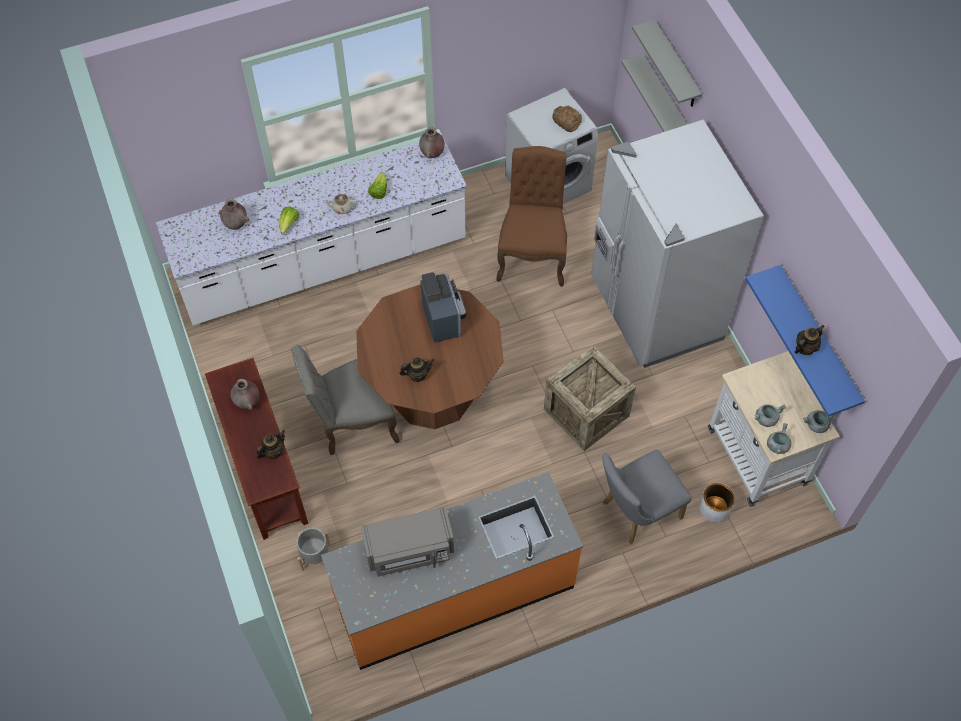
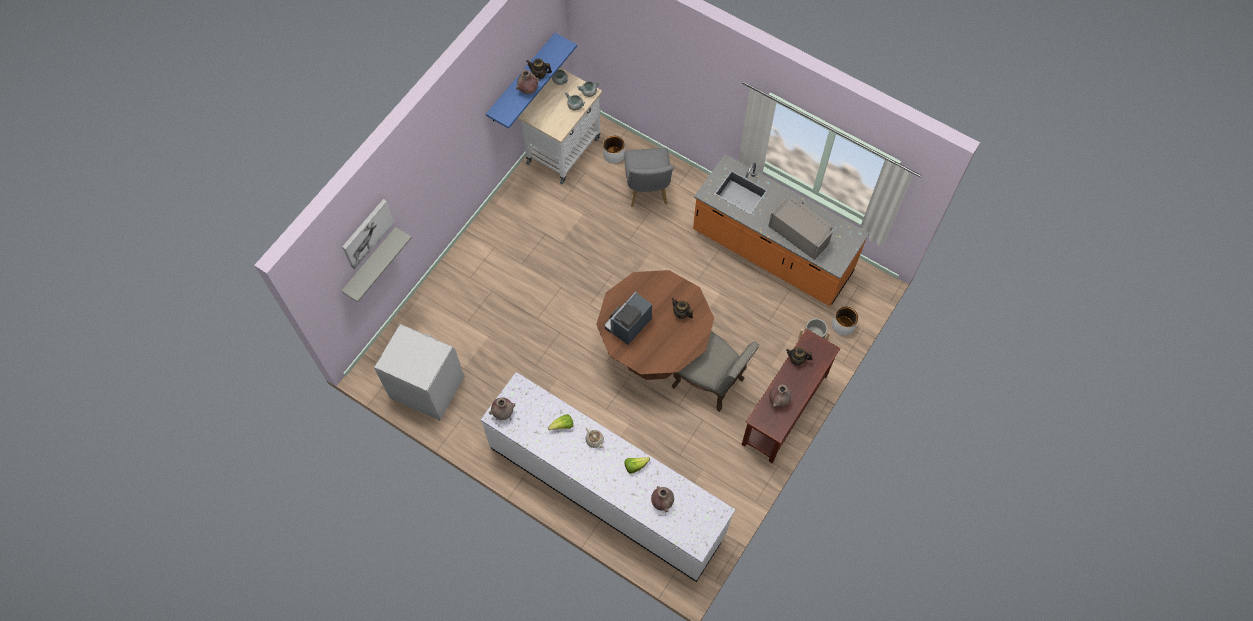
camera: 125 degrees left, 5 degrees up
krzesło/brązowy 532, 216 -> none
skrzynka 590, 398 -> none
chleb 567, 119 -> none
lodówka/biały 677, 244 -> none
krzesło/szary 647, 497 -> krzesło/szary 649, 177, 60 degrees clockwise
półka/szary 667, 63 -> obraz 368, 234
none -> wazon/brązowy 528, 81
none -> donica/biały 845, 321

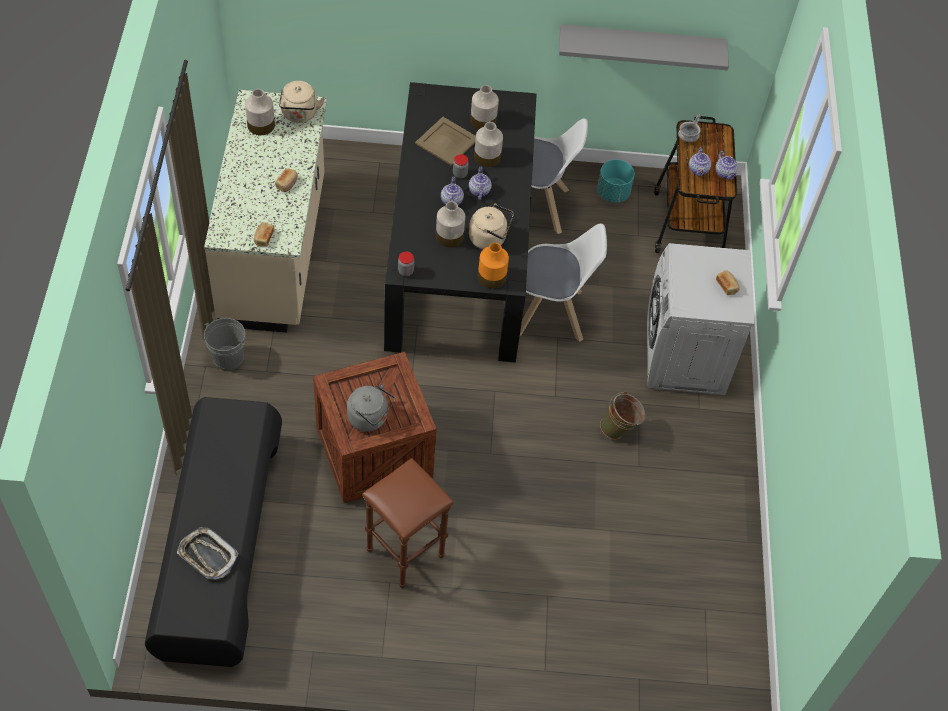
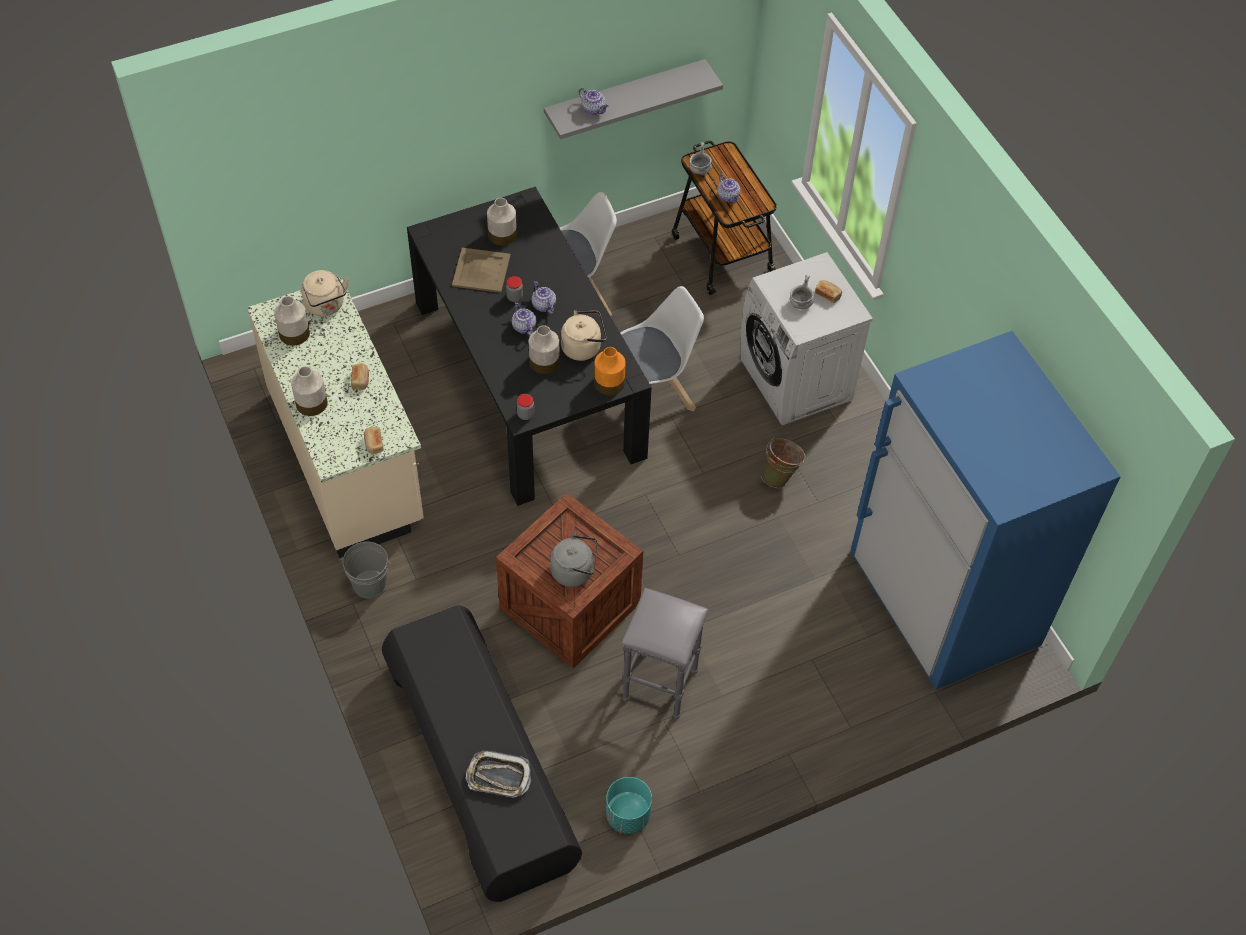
camera: 25 degrees left, 0 degrees up
stołek/brązowy 408, 523 -> stołek/szary 664, 653
wazon/beżowy 488, 144 -> wazon/beżowy 309, 391, moved
donica/turkusowy 616, 181 -> donica/turkusowy 629, 805, moved
imbryk 726, 165 -> imbryk 593, 101, moved
none -> miska/szary 802, 292
none -> lodówka/niebieski 985, 510

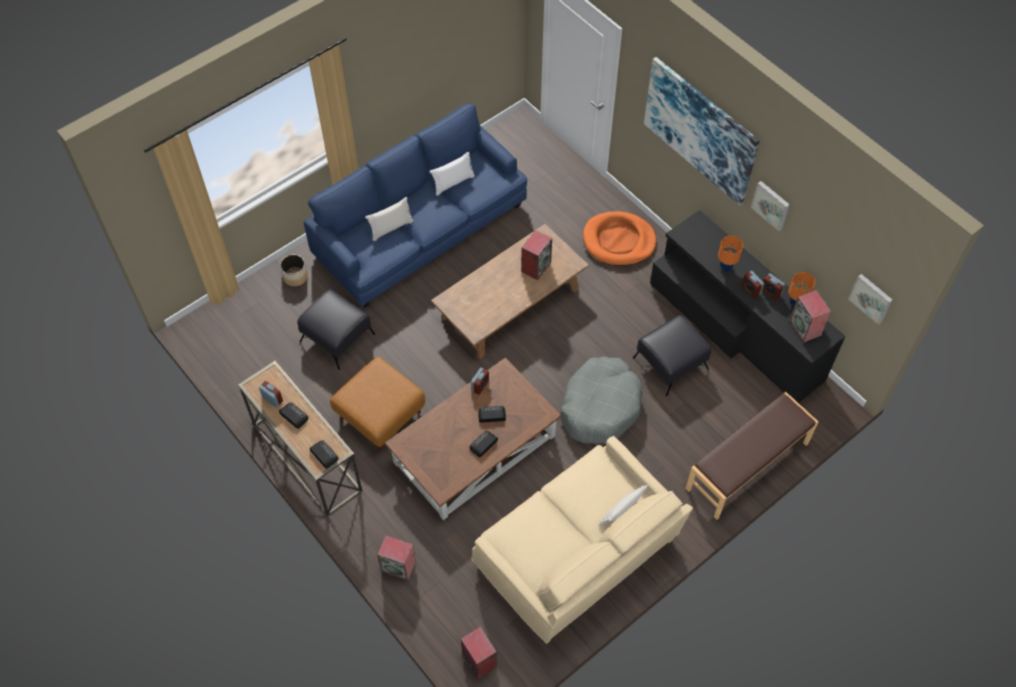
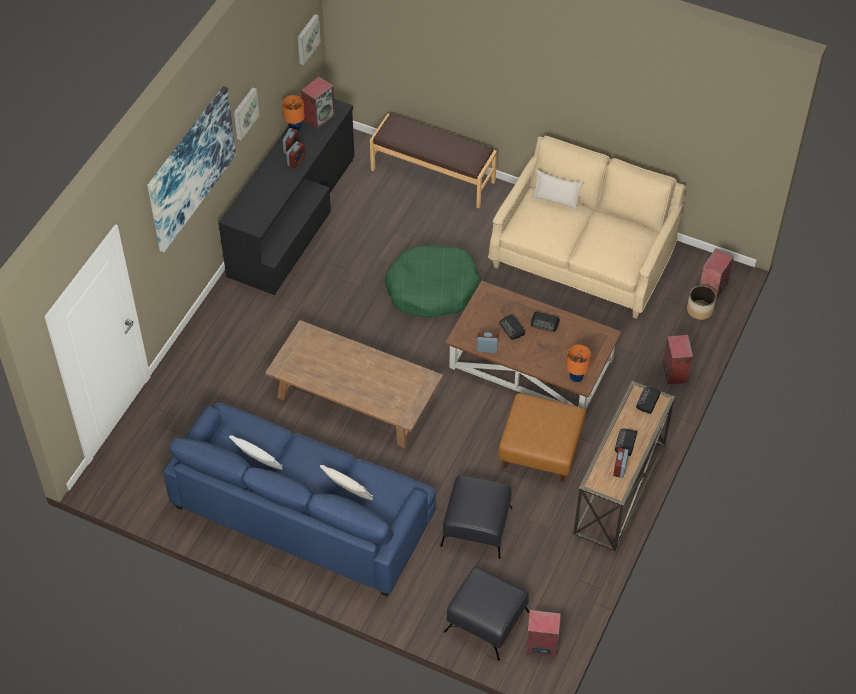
camera: 115 degrees left, 5 degrees down
donica 294, 270 -> donica 701, 303, moved
głośnik 536, 255 -> głośnik 543, 633, moved
legowisko/szary 601, 400 -> legowisko/zielony 433, 280
legowisko/pomarańczowy 619, 238 -> none
pufa/czarny 672, 355 -> pufa/czarny 486, 613, moved
lampa stołowa/pomarańczowy 730, 253 -> lampa stołowa/pomarańczowy 578, 363, moved

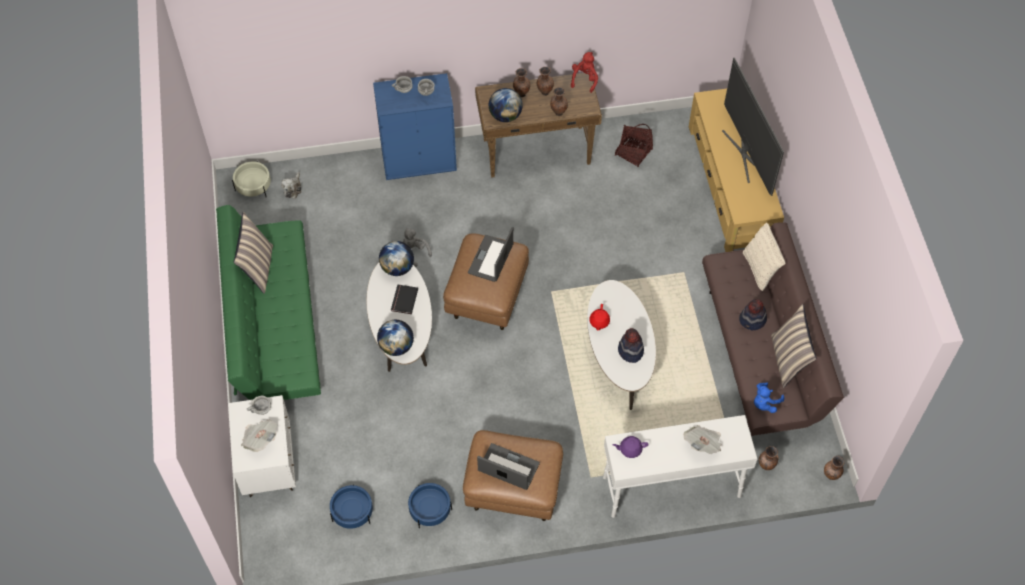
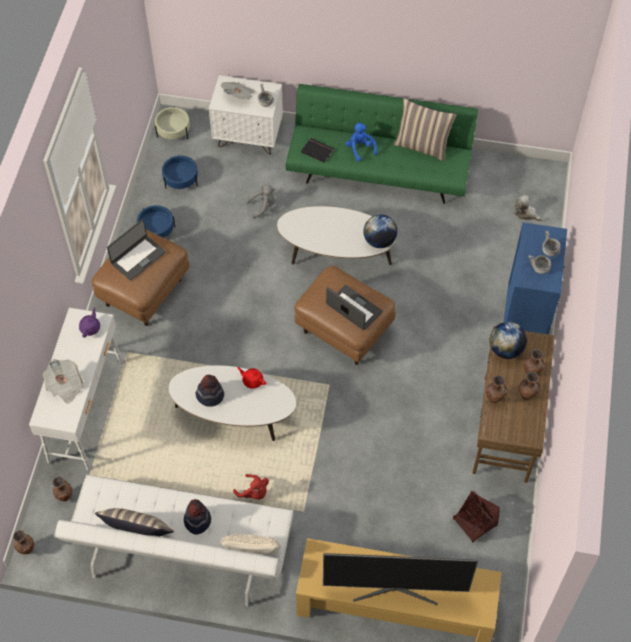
camera: 110 degrees right, 0 degrees up
donica/beżowy 251, 179 -> donica/beżowy 172, 123, moved
globus 395, 338 -> none
książka/czarny 404, 299 -> książka/czarny 317, 150, moved
pluszak/szary 417, 247 -> pluszak/szary 261, 202, moved
pluszak/czerwony 584, 72 -> pluszak/czerwony 251, 487, moved
kanapa/brązowy 773, 329 -> kanapa/biały 174, 540
pluszak/niebieski 769, 397 -> pluszak/niebieski 361, 142, moved

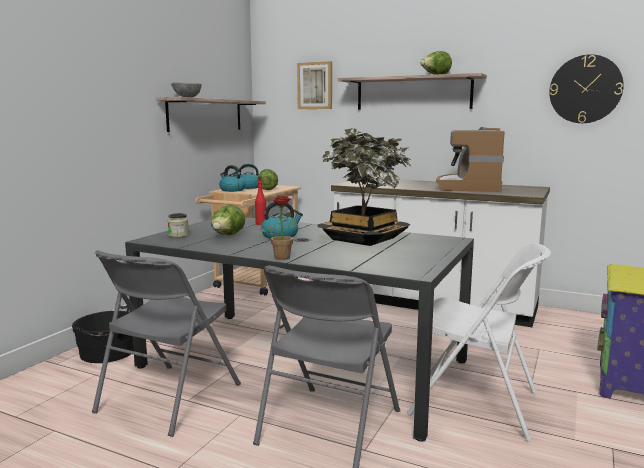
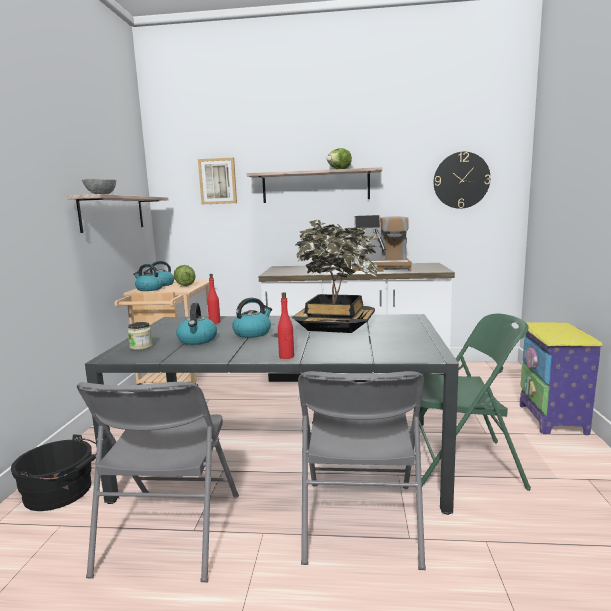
camera: 20 degrees left, 0 degrees up
sałata 228, 220 -> czajnik 196, 324
roślina doniczkowa 277, 228 -> butelka/czerwony 286, 325
krzesło/biały 479, 343 -> krzesło/zielony 470, 402
ekspres do kawy 470, 159 -> ekspres do kawy 382, 243, 75 degrees counterclockwise

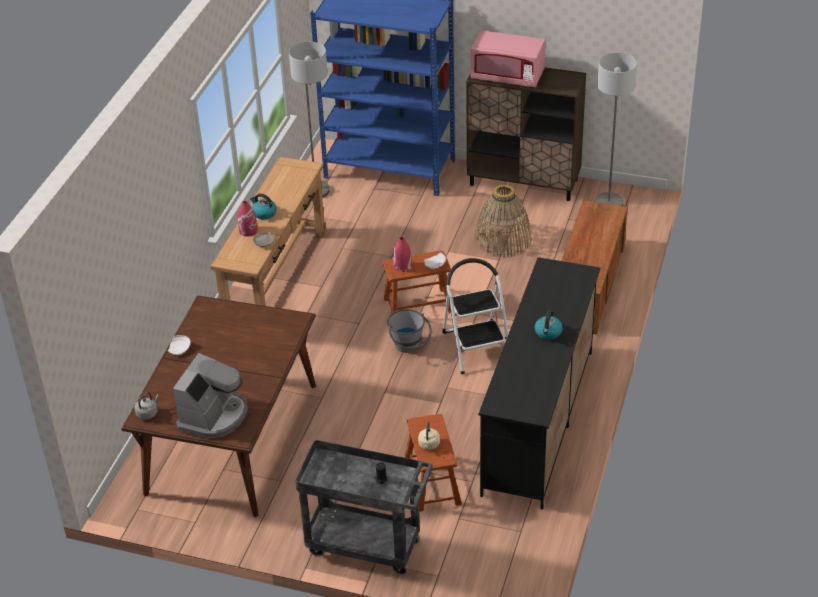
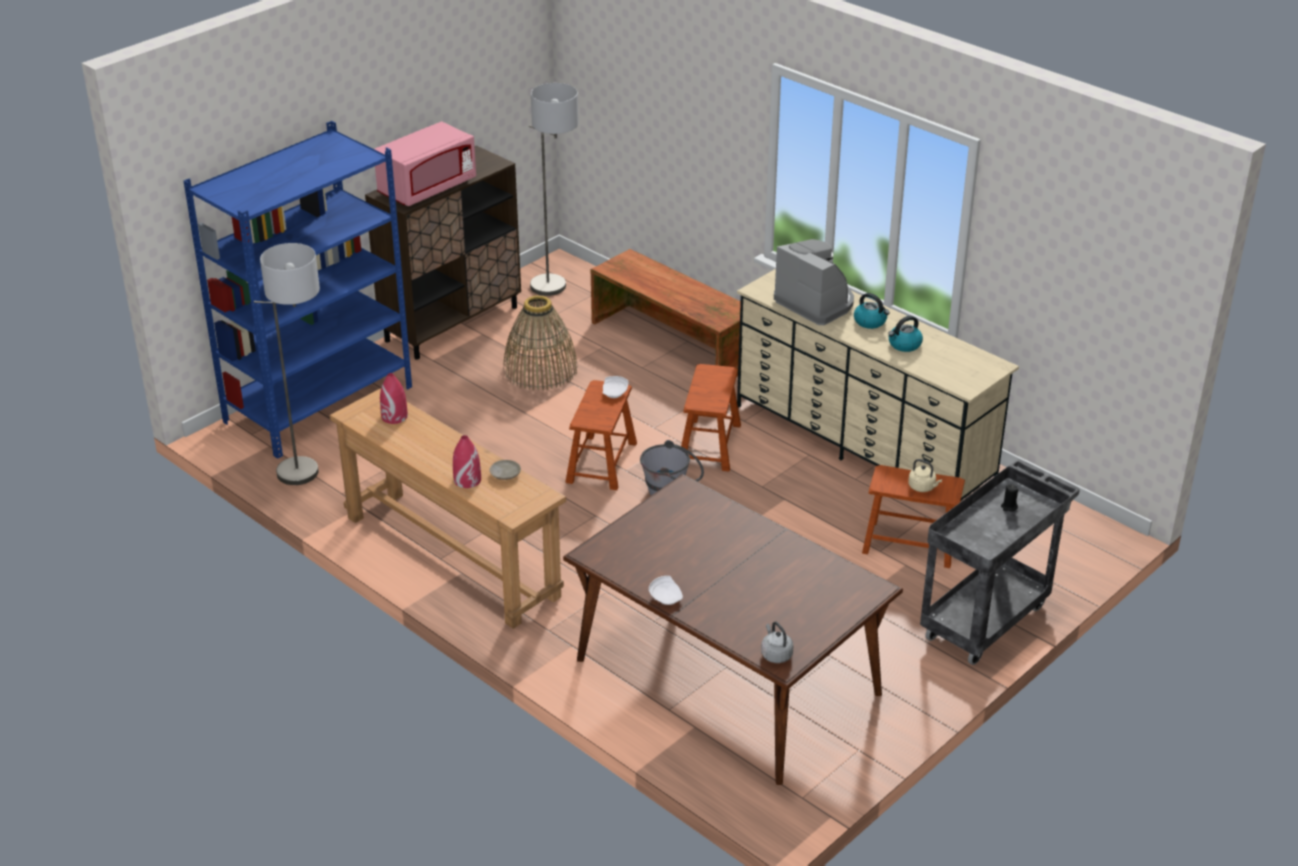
camera: 65 degrees left, 5 degrees down
ekspres do kawy 210, 395 -> ekspres do kawy 814, 282, moved
czajnik 263, 206 -> czajnik 905, 334, moved
wazon/czerwony 402, 254 -> wazon/czerwony 394, 398, moved
drabinka 475, 316 -> stołek/brązowy 711, 418
komoda/czarny 539, 383 -> komoda/beżowy 878, 384

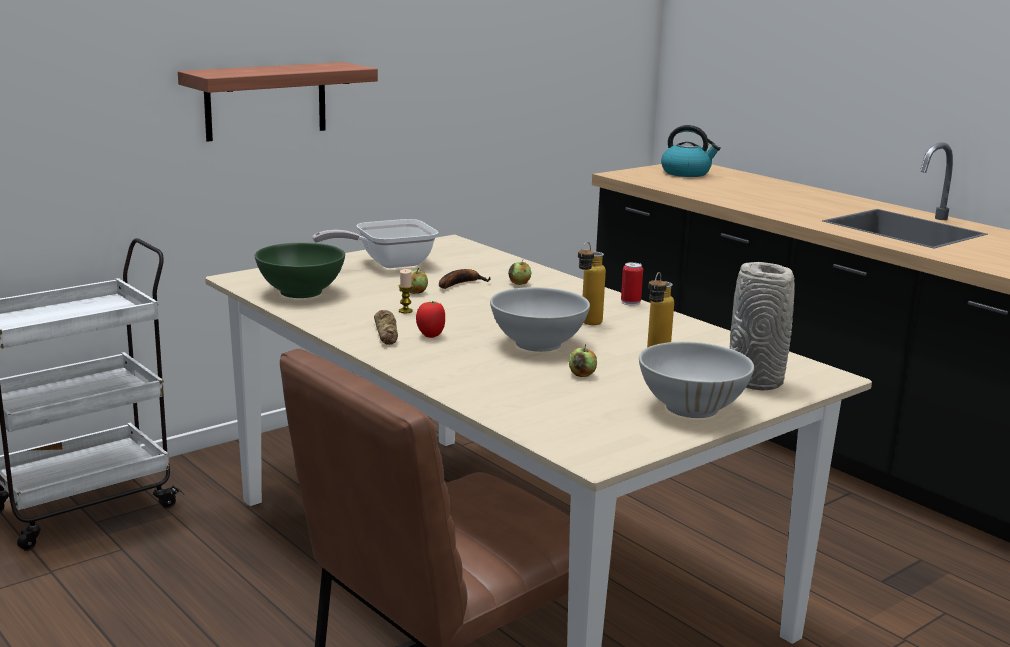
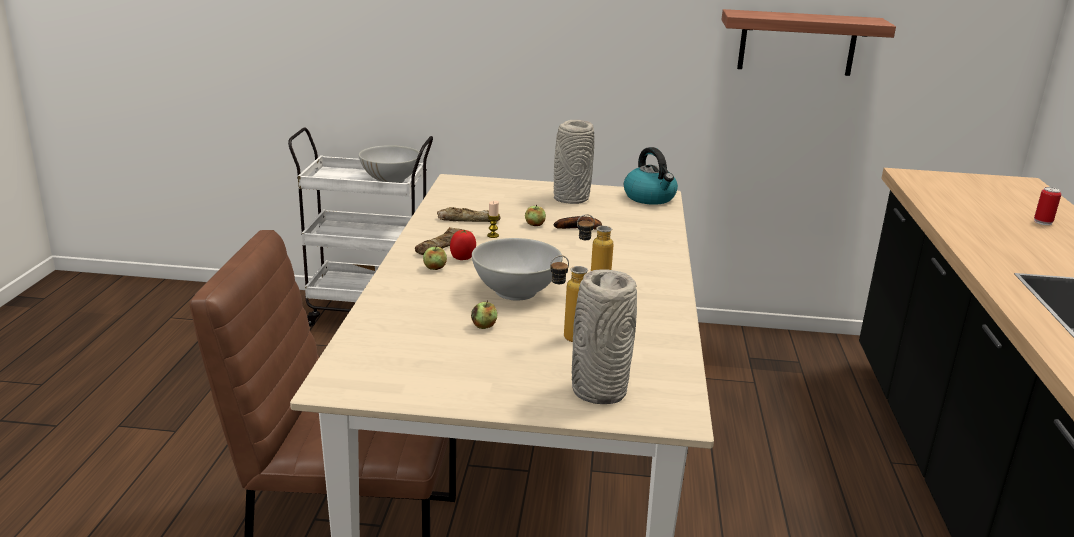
camera: 45 degrees right, 5 degrees up
półka 278, 102 -> półka 808, 42, moved
miska/zielony 300, 270 -> none
patelnia 375, 243 -> wazon/szary 574, 162
jabłko 520, 272 -> jabłko 435, 257, moved
puszka 632, 284 -> puszka 1047, 206, moved
miska/biały 696, 380 -> miska/biały 389, 164, moved
czajnik 691, 151 -> czajnik 651, 176, moved
none -> chleb 469, 214

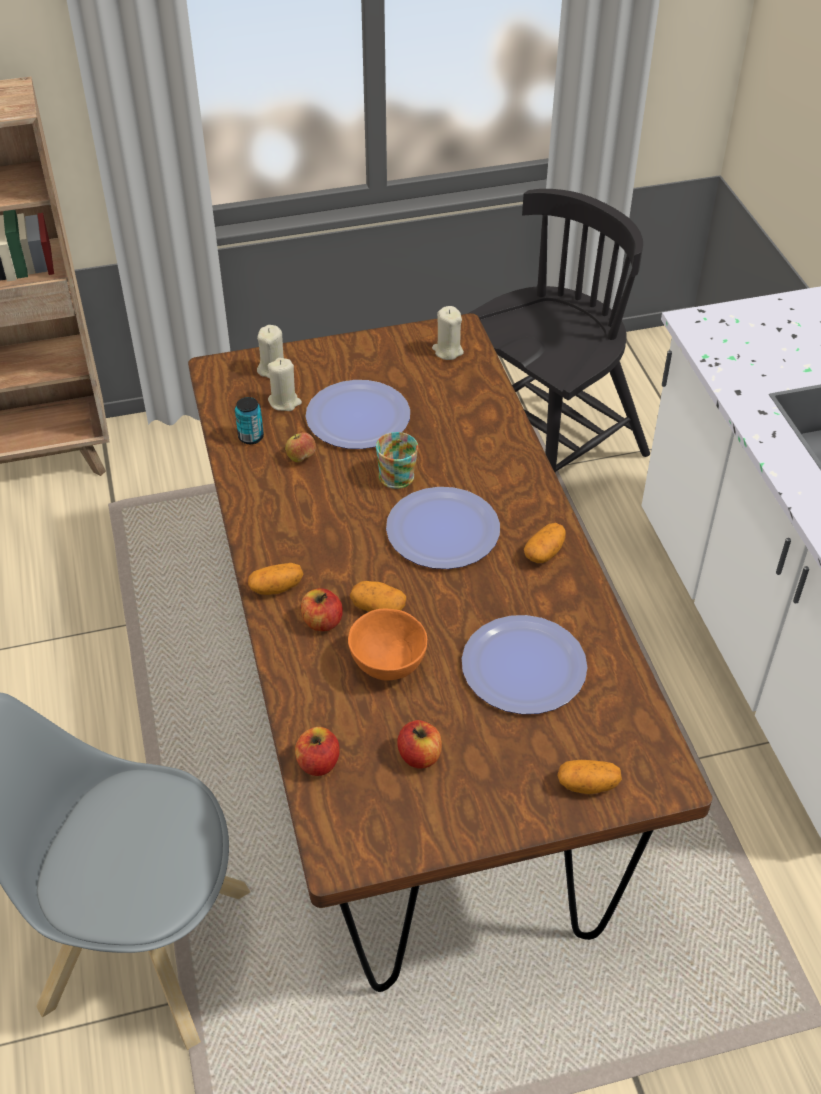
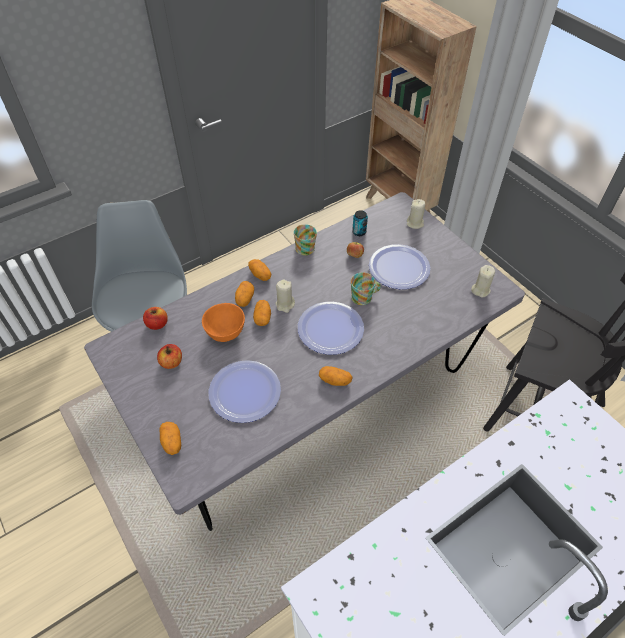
camera: 70 degrees right, 5 degrees up
stół jadalny/brązowy 450, 652 -> stół jadalny/szary 304, 361
świeca/beżowy 285, 384 -> świeca/beżowy 285, 296, moved
jabłko 322, 609 -> ziemniak 244, 294
none -> kubek 305, 240

